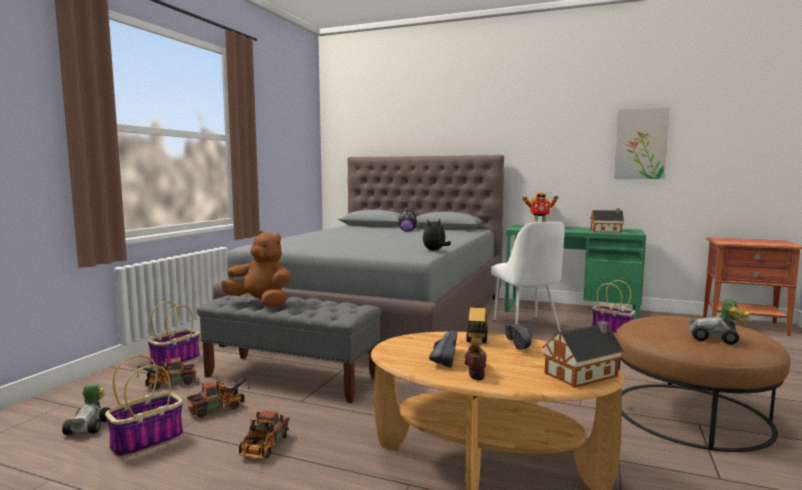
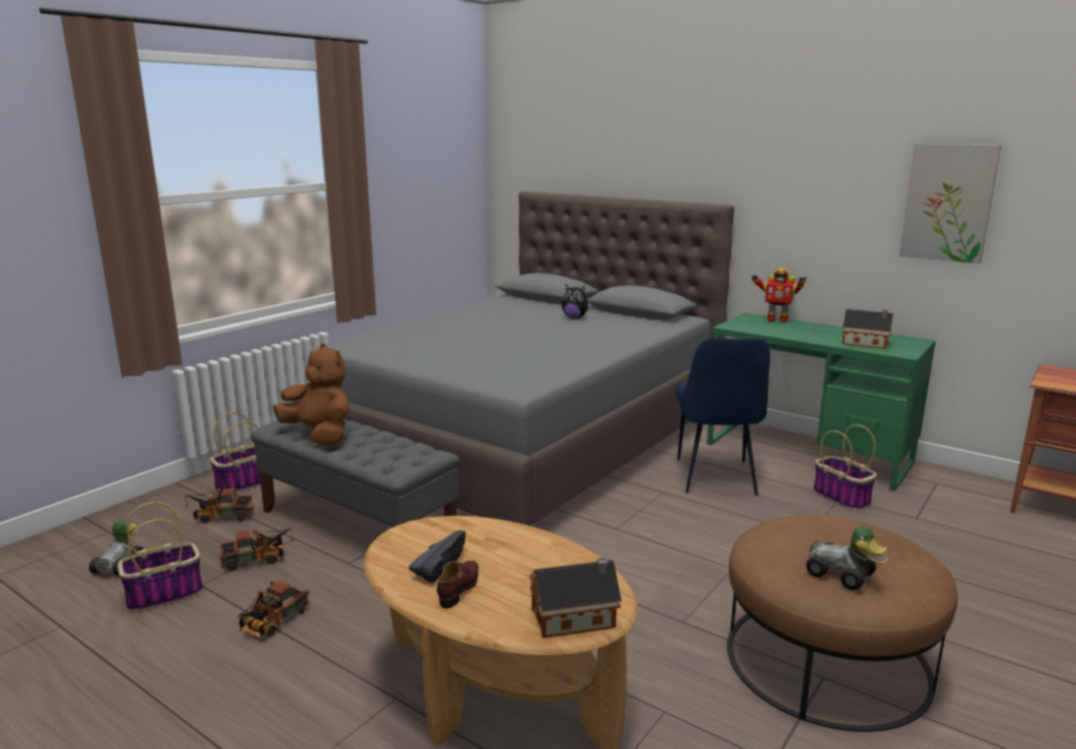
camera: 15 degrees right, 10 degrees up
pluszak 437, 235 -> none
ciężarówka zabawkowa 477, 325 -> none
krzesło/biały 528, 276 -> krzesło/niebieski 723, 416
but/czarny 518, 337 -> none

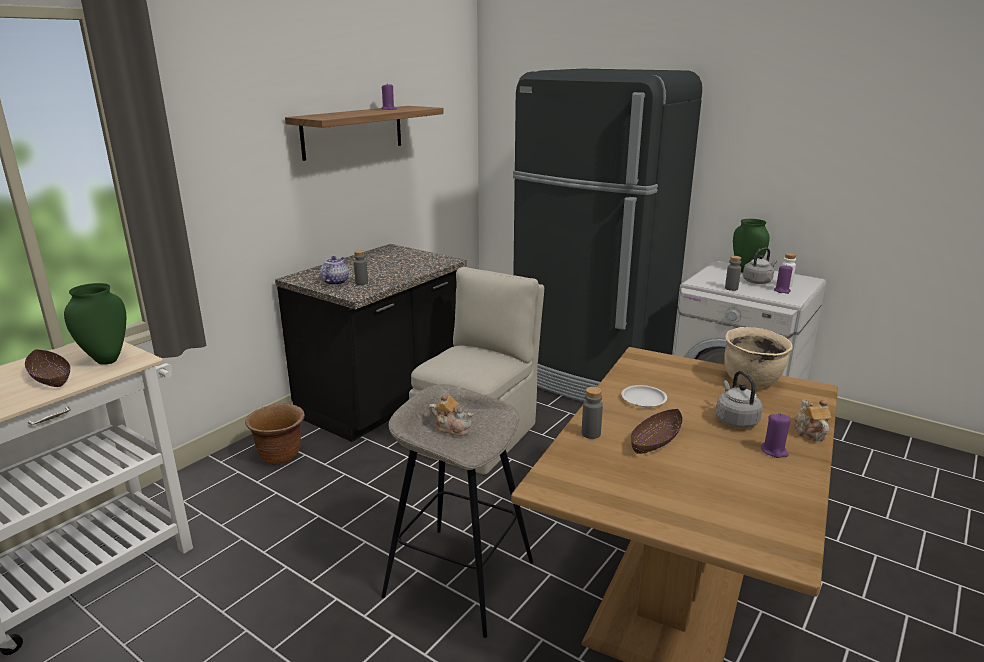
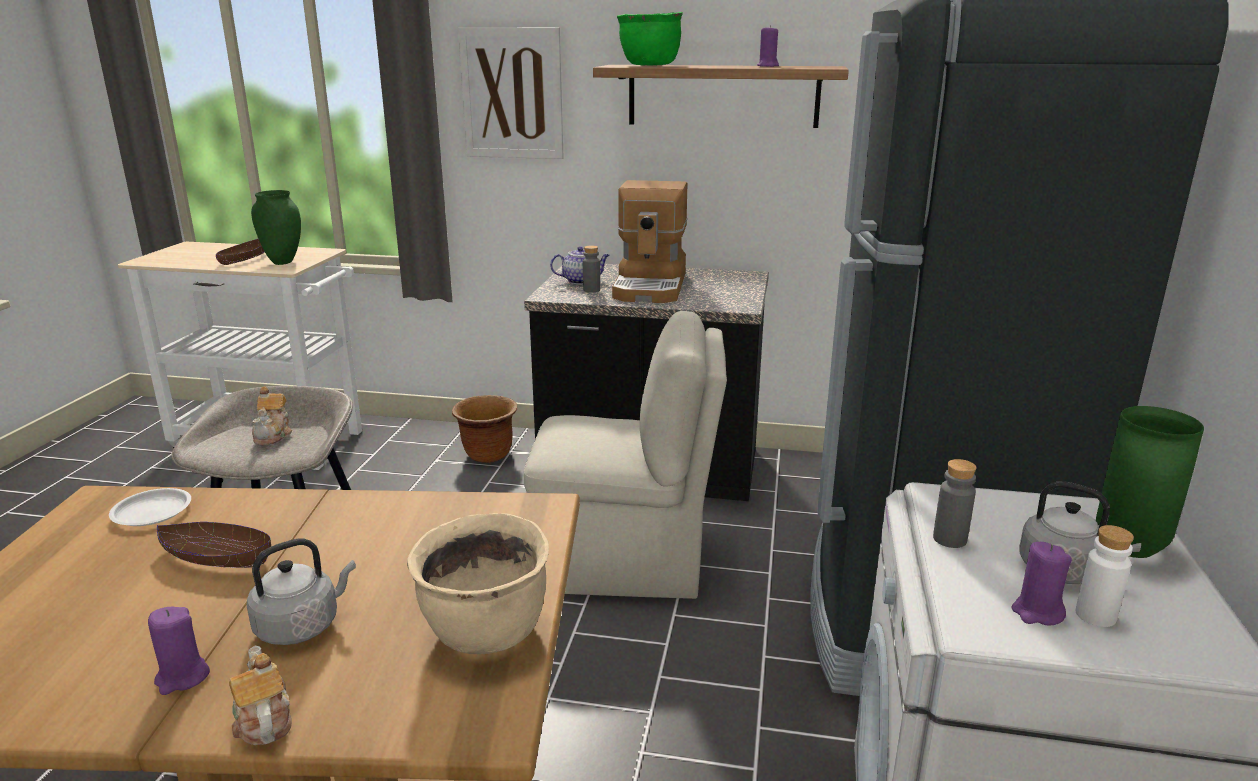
camera: 65 degrees right, 0 degrees up
butelka/szary 592, 413 -> none
talerz/biały 644, 396 -> talerz/biały 150, 507, moved
imbryk 813, 420 -> imbryk 260, 695, 90 degrees counterclockwise
none -> obraz 511, 93
none -> ekspres do kawy 650, 241
none -> garnek/zielony 650, 38

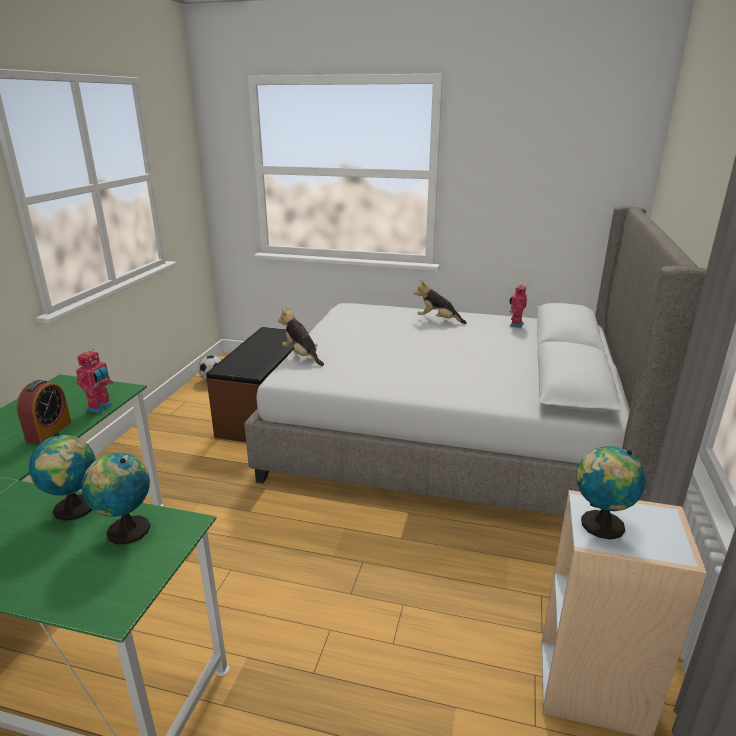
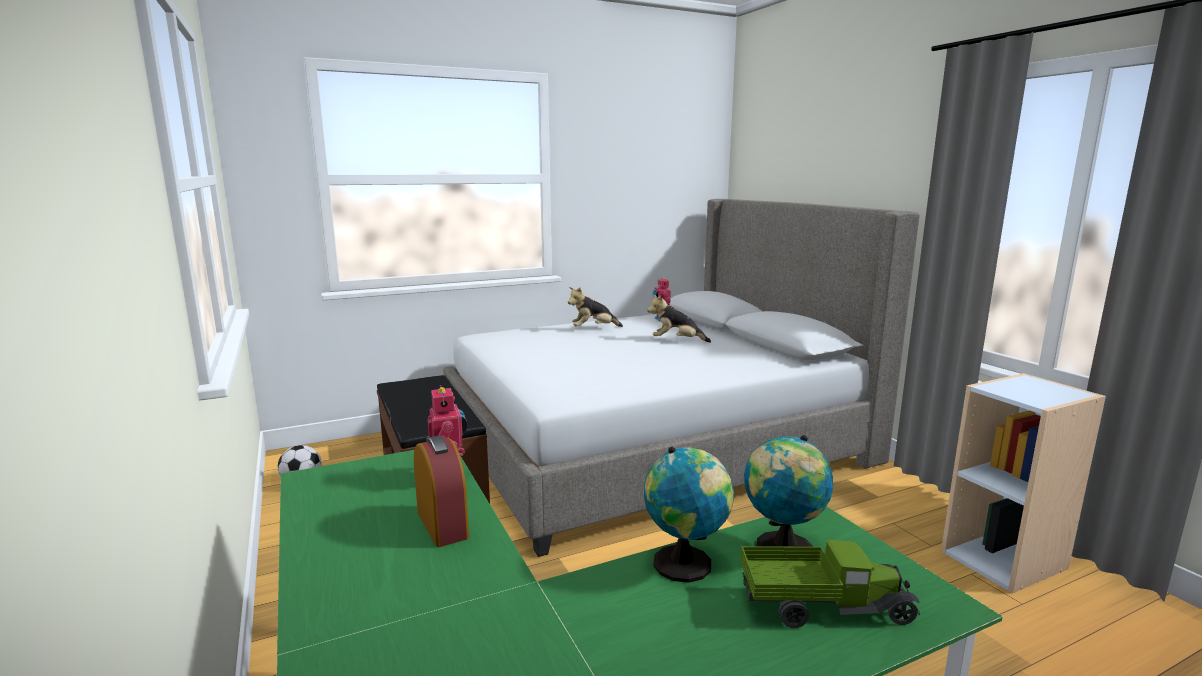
camera: 40 degrees left, 10 degrees down
pluszak 301, 336 -> pluszak 679, 318, moved
globus 611, 493 -> none
none -> ciężarówka zabawkowa 830, 583

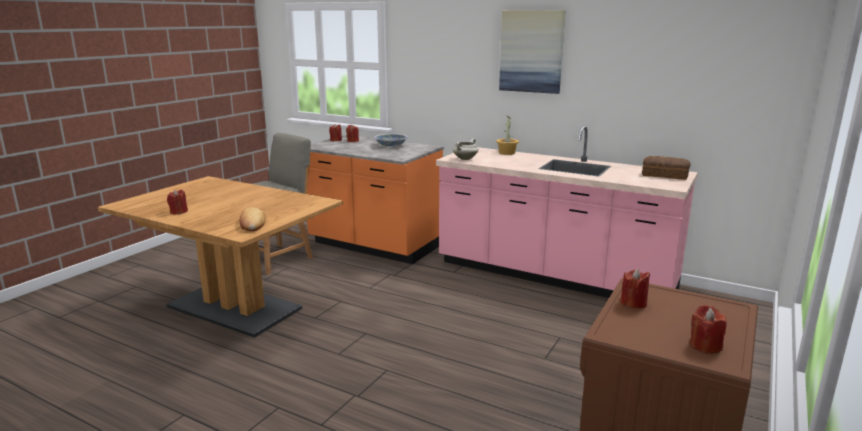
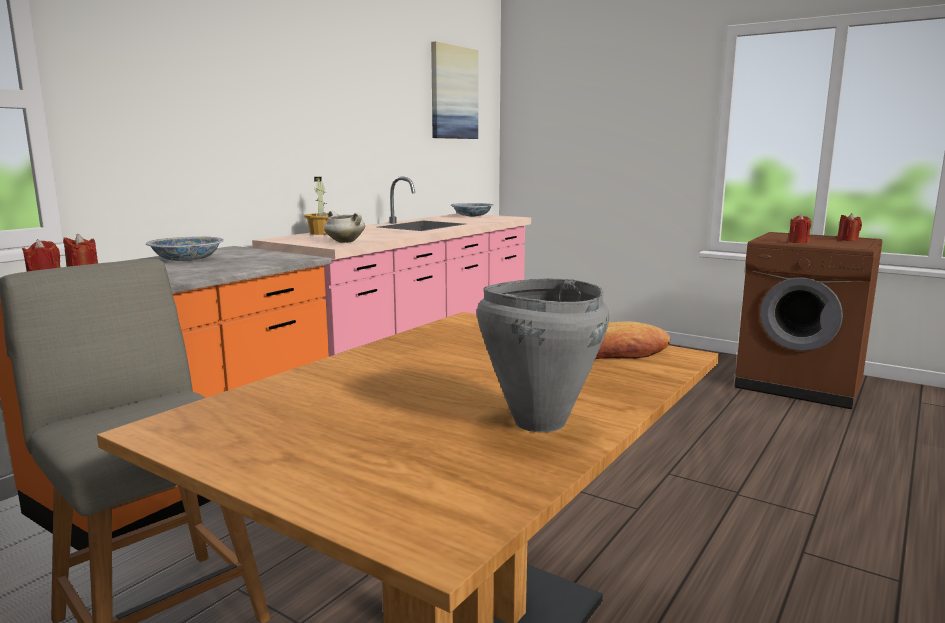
camera: 85 degrees left, 5 degrees down
świeca/czerwony 177, 202 -> garnek/szary 543, 355
obraz 532, 52 -> obraz 454, 90, moved
chleb 666, 168 -> miska 472, 210

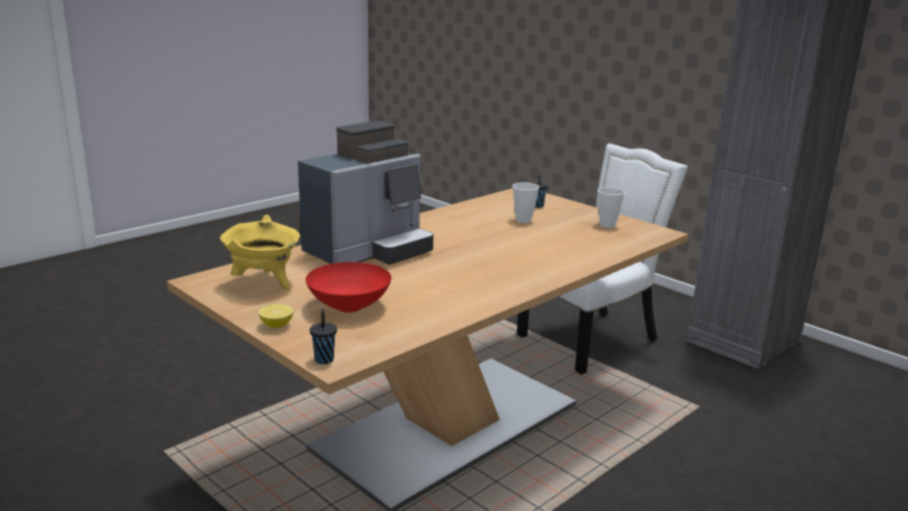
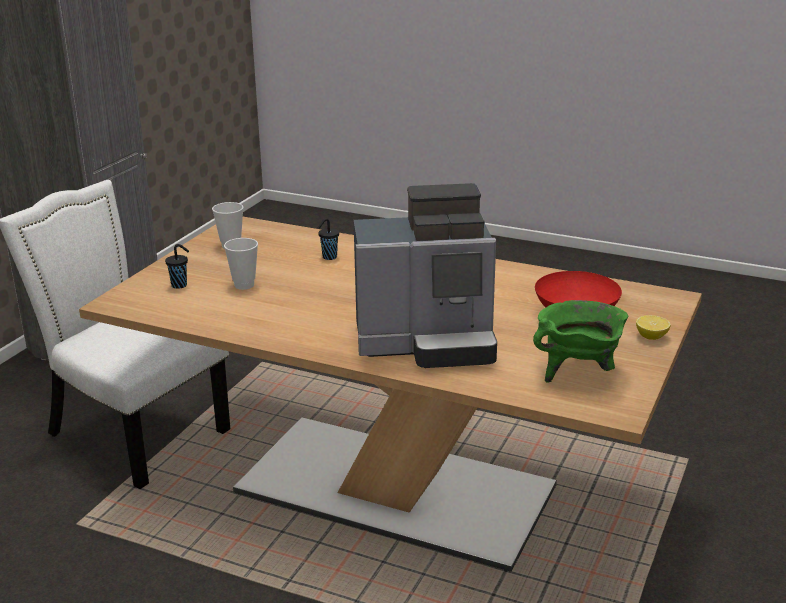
camera: 110 degrees left, 5 degrees up
garnek/żółty 260, 252 -> garnek/zielony 580, 341
ekspres do kawy 365, 193 -> ekspres do kawy 425, 275, 150 degrees clockwise
filiżanka/czarny 323, 336 -> filiżanka/czarny 328, 239, moved

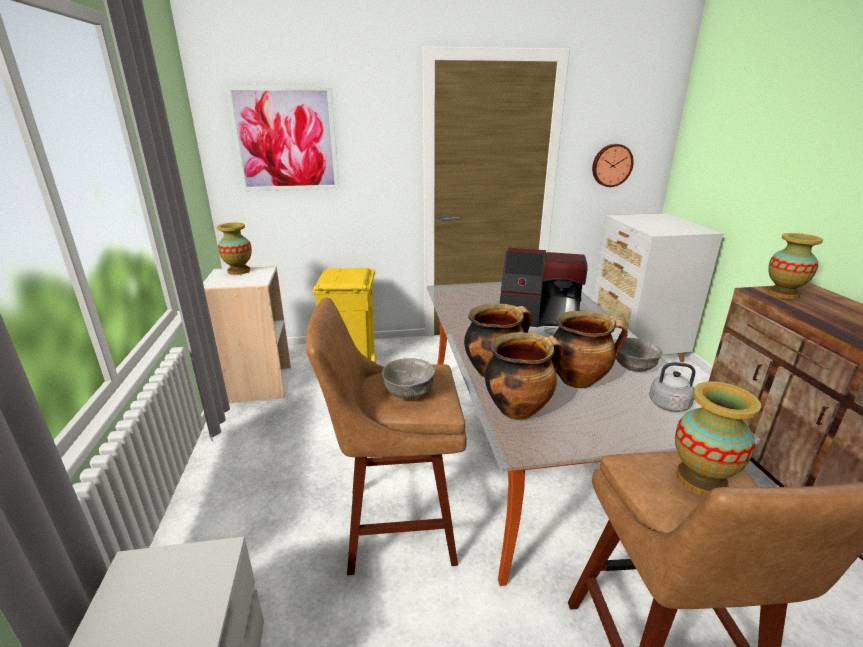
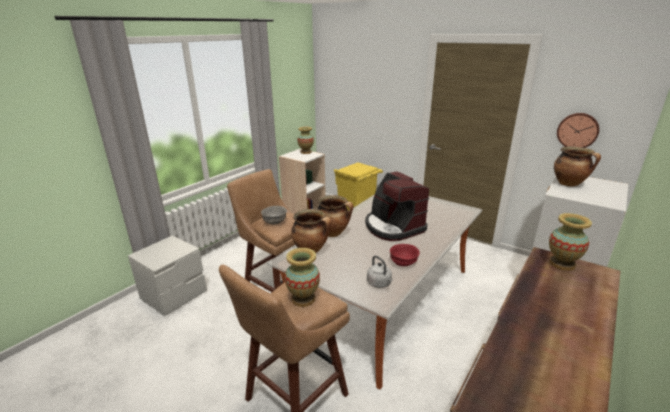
camera: 45 degrees right, 0 degrees up
obraz 282, 139 -> none
garnek 590, 349 -> garnek 577, 167, moved
miska/szary 639, 355 -> miska/czerwony 405, 255

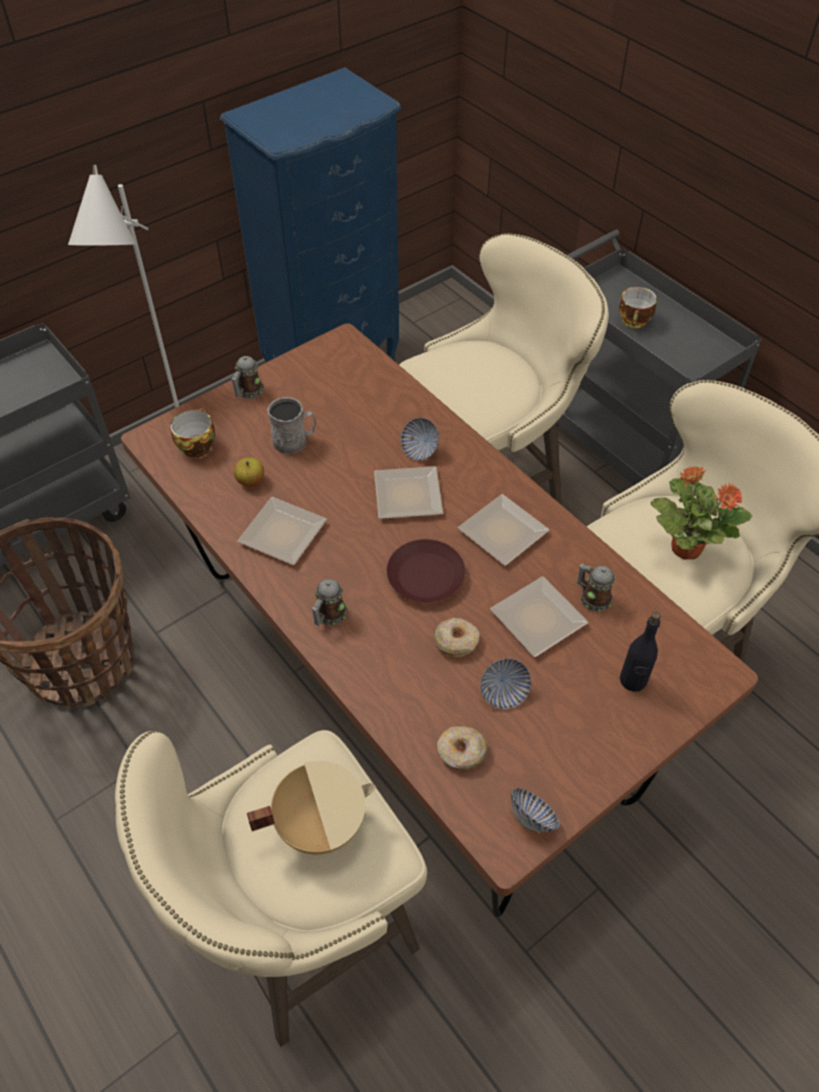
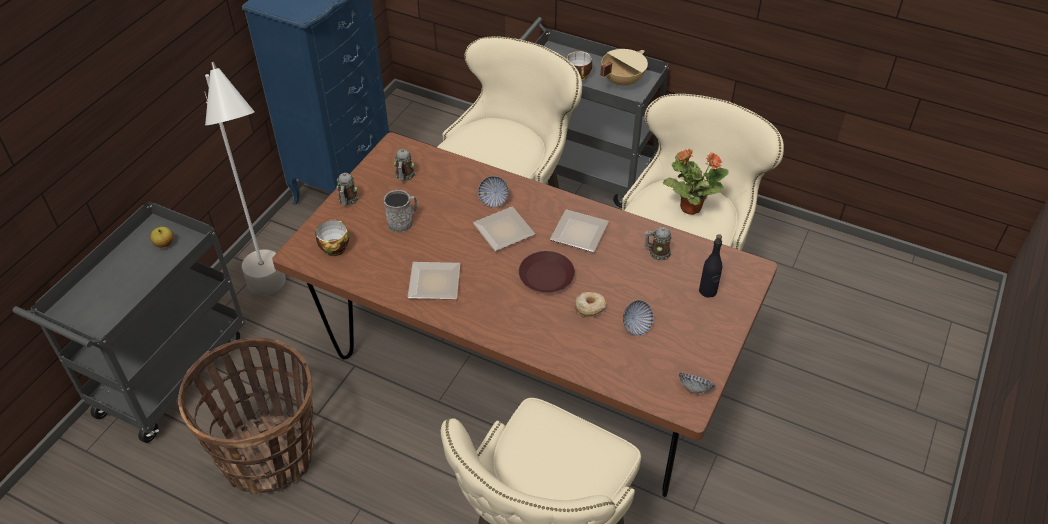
camera: 25 degrees left, 5 degrees down
jabłko 249, 471 -> jabłko 161, 237, moved
garnek/beżowy 311, 808 -> garnek/beżowy 624, 67, moved
kubek 330, 602 -> kubek 404, 165, moved
donut 462, 747 -> none
talerz 539, 616 -> none

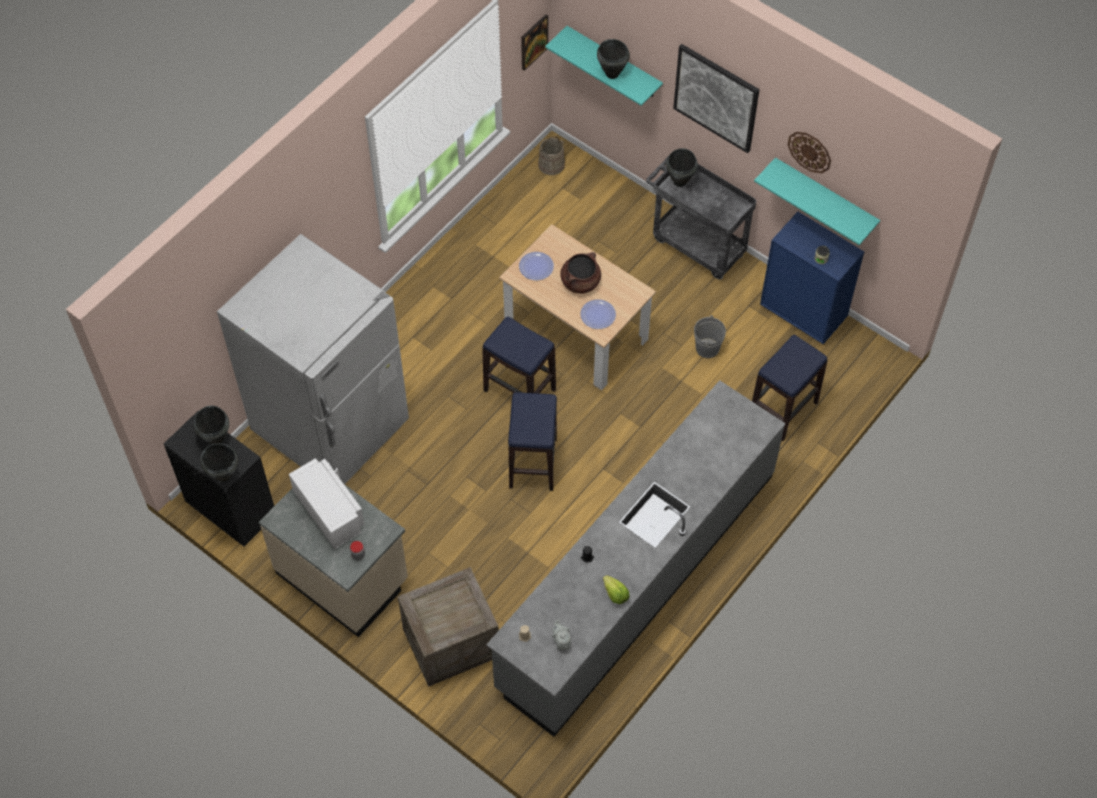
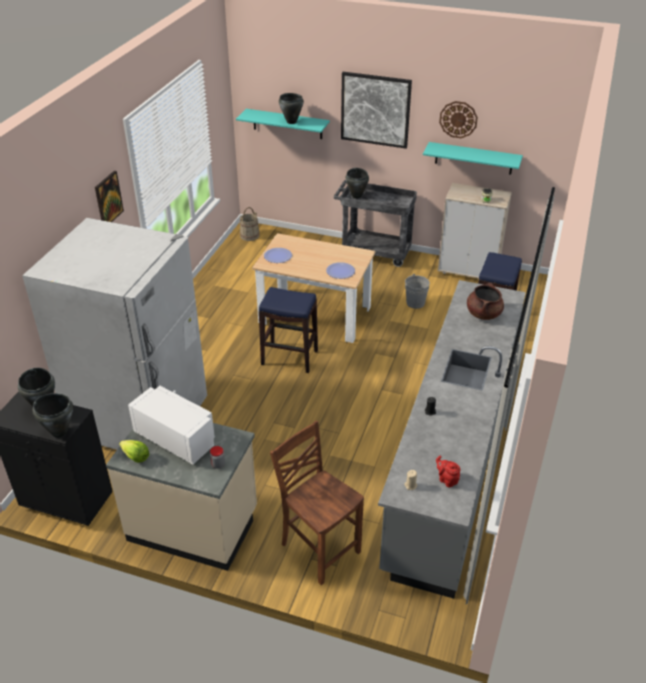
camera: 20 degrees left, 20 degrees down
skrzynka 448, 627 -> krzesło/brązowy 317, 502
stołek 532, 441 -> none
obraz 534, 42 -> obraz 109, 196, moved
imbryk/szary 561, 634 -> imbryk/czerwony 448, 471
garnek/brązowy 580, 273 -> garnek/brązowy 485, 301, moved
sałata 616, 589 -> sałata 134, 451, moved
szafka/niebieski 812, 278 -> szafka/beżowy 475, 231

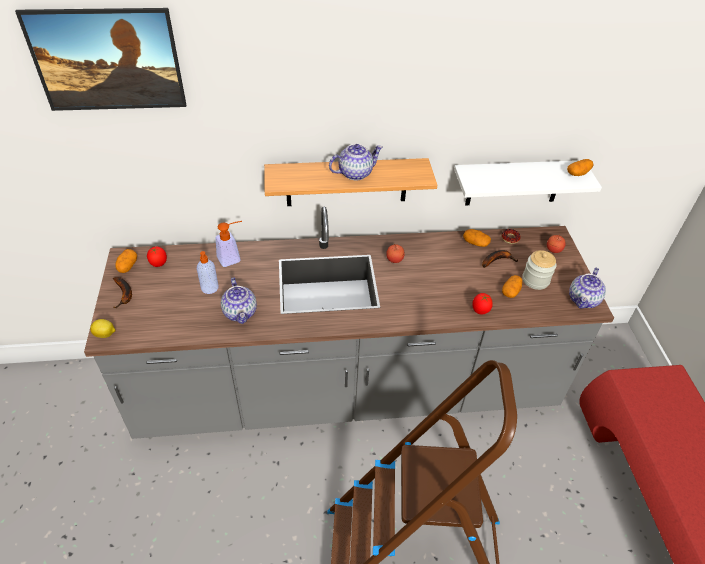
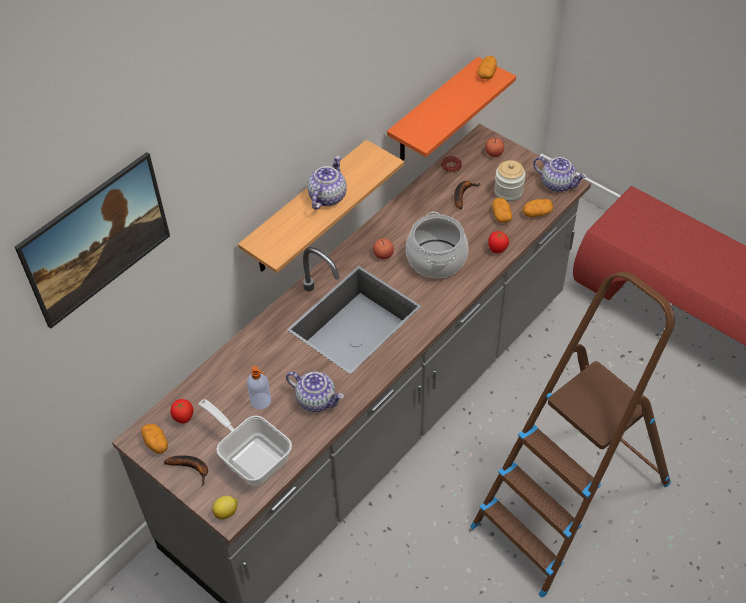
camera: 40 degrees left, 5 degrees up
dozownik mydła 229, 244 -> none
półka/biały 528, 182 -> półka/pomarańczowy 451, 108
ziemniak 477, 238 -> ziemniak 538, 208, moved
imbryk 587, 288 -> imbryk 560, 174, 45 degrees counterclockwise
none -> patelnia 245, 442
none -> garnek 437, 245

